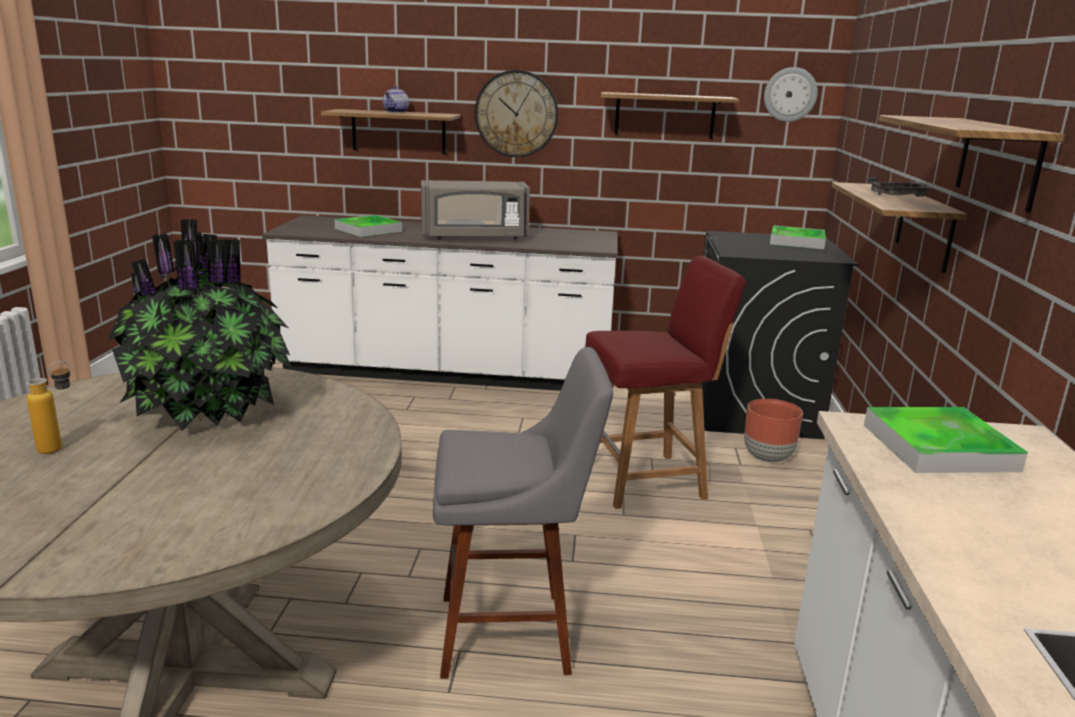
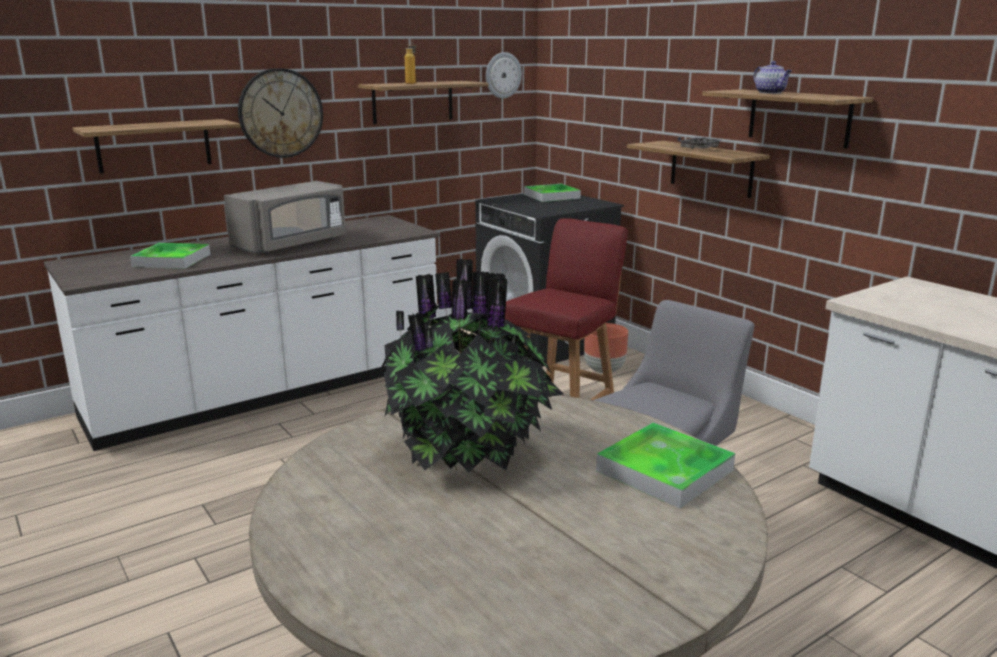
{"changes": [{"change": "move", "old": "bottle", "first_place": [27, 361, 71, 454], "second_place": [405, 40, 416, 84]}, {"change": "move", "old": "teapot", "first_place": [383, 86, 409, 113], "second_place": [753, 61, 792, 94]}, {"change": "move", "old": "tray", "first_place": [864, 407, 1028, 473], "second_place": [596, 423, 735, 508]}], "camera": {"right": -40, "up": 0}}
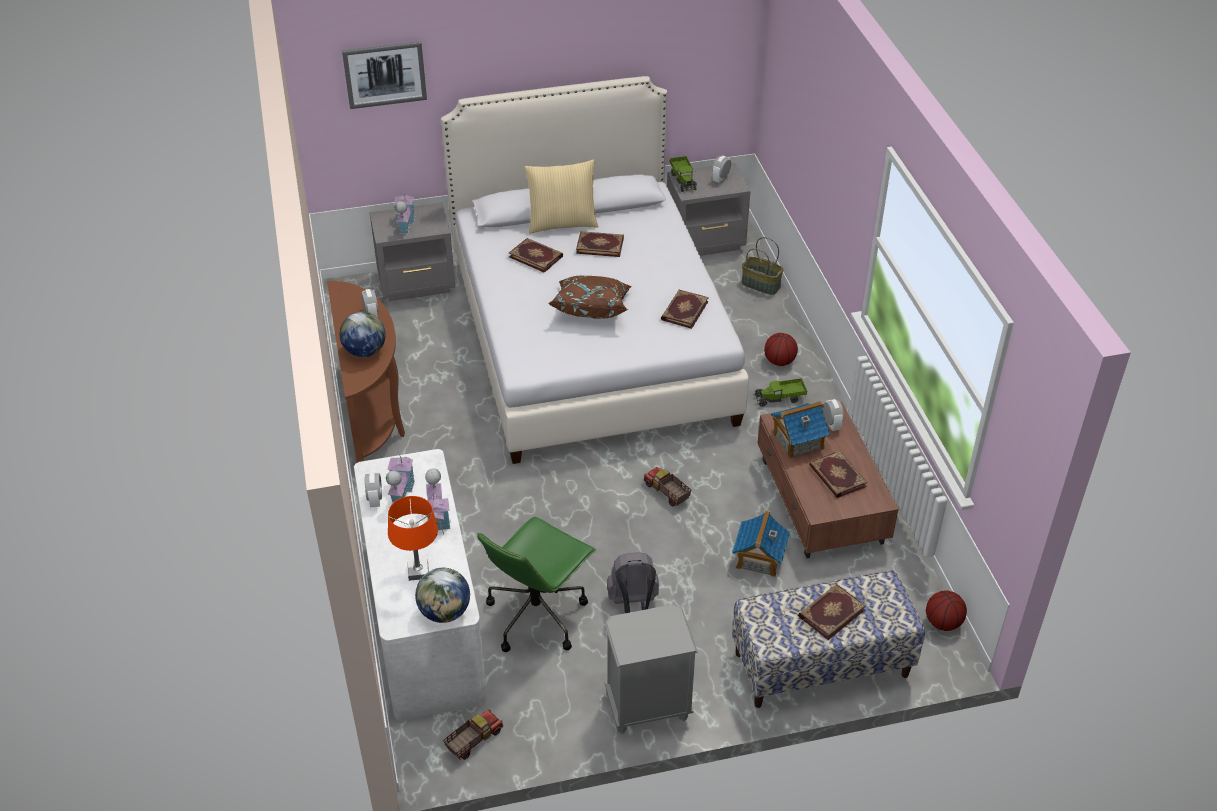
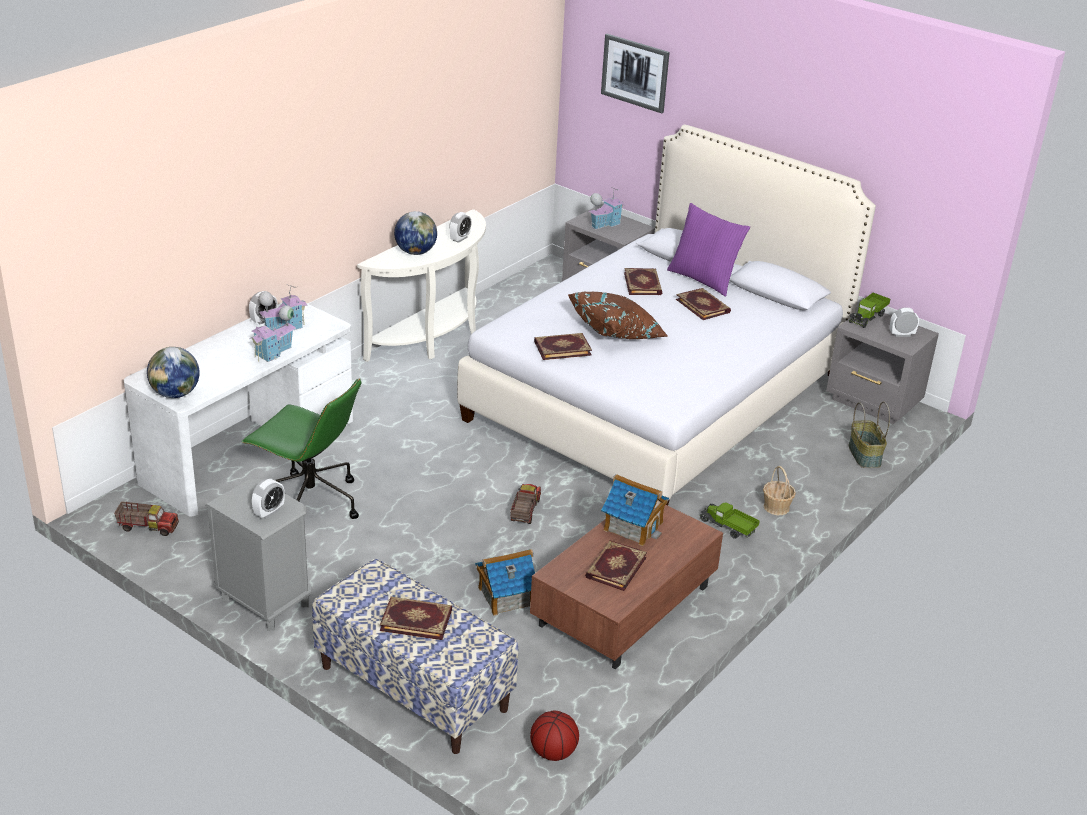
{"changes": [{"change": "delete", "old": "orange table lamp", "first_place": [388, 496, 438, 581]}, {"change": "delete", "old": "grey backpack", "first_place": [607, 552, 659, 613]}, {"change": "move", "old": "book", "first_place": [661, 290, 709, 329], "second_place": [534, 333, 592, 360]}, {"change": "move", "old": "alarm clock", "first_place": [823, 399, 844, 431], "second_place": [252, 479, 285, 519]}, {"change": "replace", "old": "basketball", "new": "basket", "first_place": [764, 333, 798, 366], "second_place": [763, 466, 796, 515]}, {"change": "recolor", "old": "brown console table", "new": "white console table", "first_place": [327, 281, 405, 463], "second_place": [357, 209, 486, 362]}, {"change": "recolor", "old": "beige pillow", "new": "purple pillow", "first_place": [525, 159, 599, 233], "second_place": [667, 203, 750, 296]}, {"change": "rotate", "old": "green office chair", "first_place": [477, 516, 596, 652], "second_place": [241, 378, 361, 519], "degrees": -150}], "camera": {"right": 50, "up": -10}}
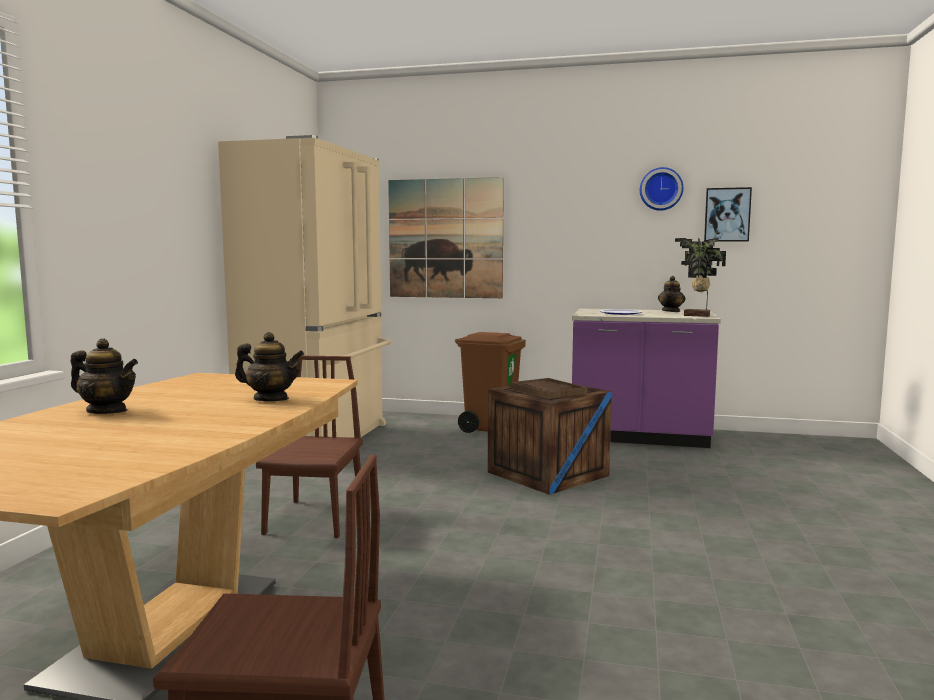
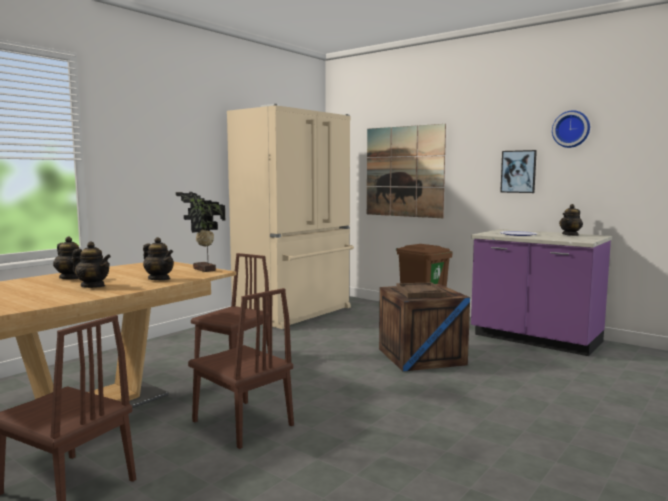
{"changes": [{"change": "insert", "new": "teapot", "second_place": [72, 242, 111, 288]}, {"change": "insert", "new": "brown chair", "second_place": [188, 288, 294, 449]}, {"change": "move", "old": "potted plant", "first_place": [675, 238, 726, 317], "second_place": [176, 192, 225, 272]}, {"change": "move", "old": "picture", "first_place": [704, 187, 752, 242], "second_place": [500, 150, 537, 193]}], "camera": {"right": 25, "up": 0}}
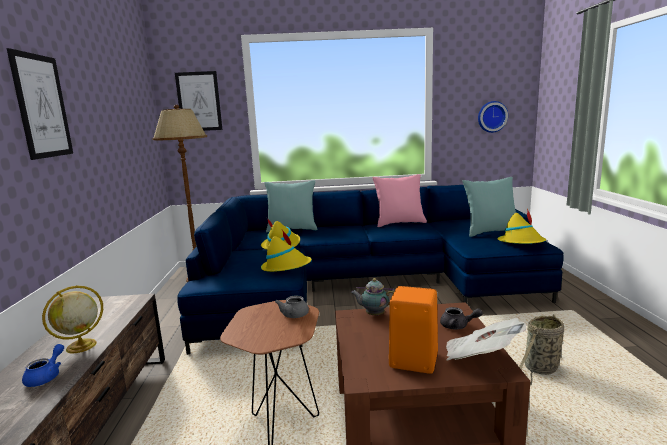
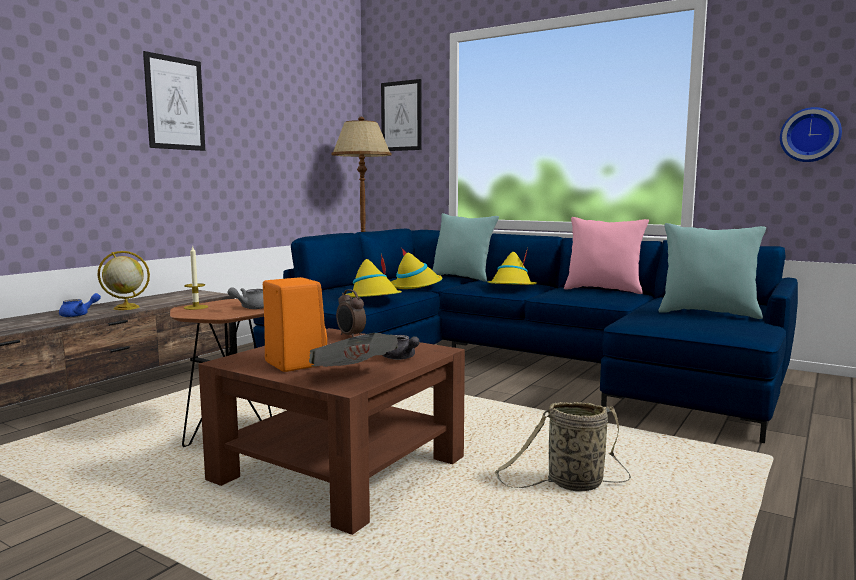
{"changes": [{"change": "insert", "new": "candle", "second_place": [184, 245, 208, 310]}, {"change": "move", "old": "yellow hat", "first_place": [497, 208, 546, 244], "second_place": [488, 248, 537, 285]}, {"change": "replace", "old": "teapot", "new": "alarm clock", "first_place": [351, 278, 394, 315], "second_place": [336, 289, 366, 337]}], "camera": {"right": 35, "up": -5}}
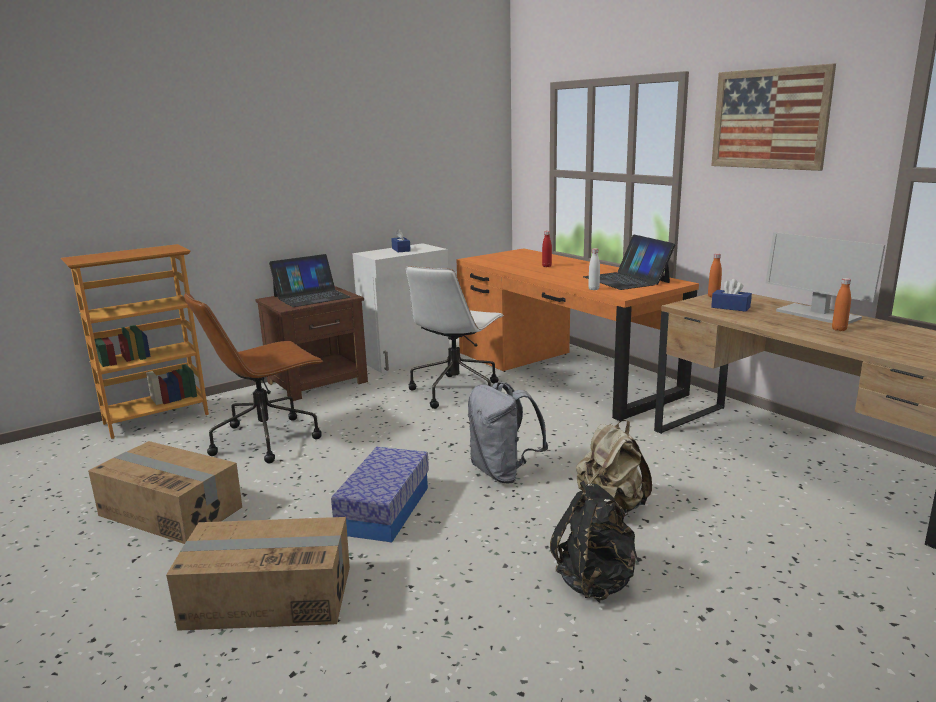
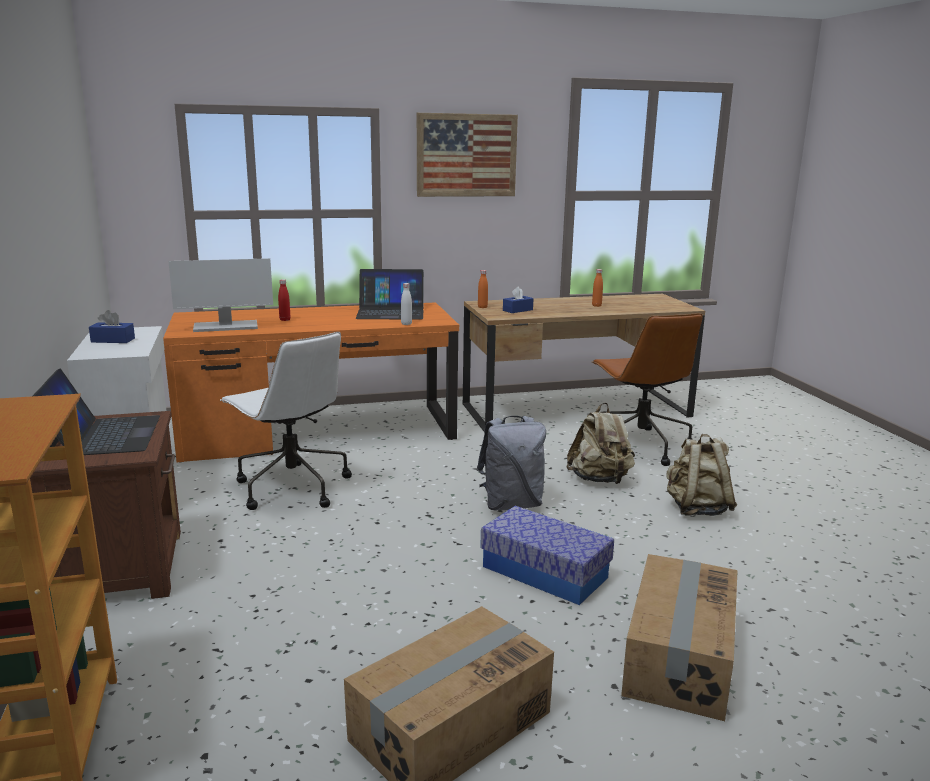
{"changes": [{"change": "move", "old": "brown office chair", "first_place": [184, 292, 323, 463], "second_place": [592, 313, 703, 466]}, {"change": "move", "old": "monitor", "first_place": [766, 232, 885, 324], "second_place": [168, 258, 273, 332]}, {"change": "recolor", "old": "black backpack", "new": "beige backpack", "first_place": [550, 481, 637, 600], "second_place": [666, 434, 737, 516]}], "camera": {"right": -70, "up": 0}}
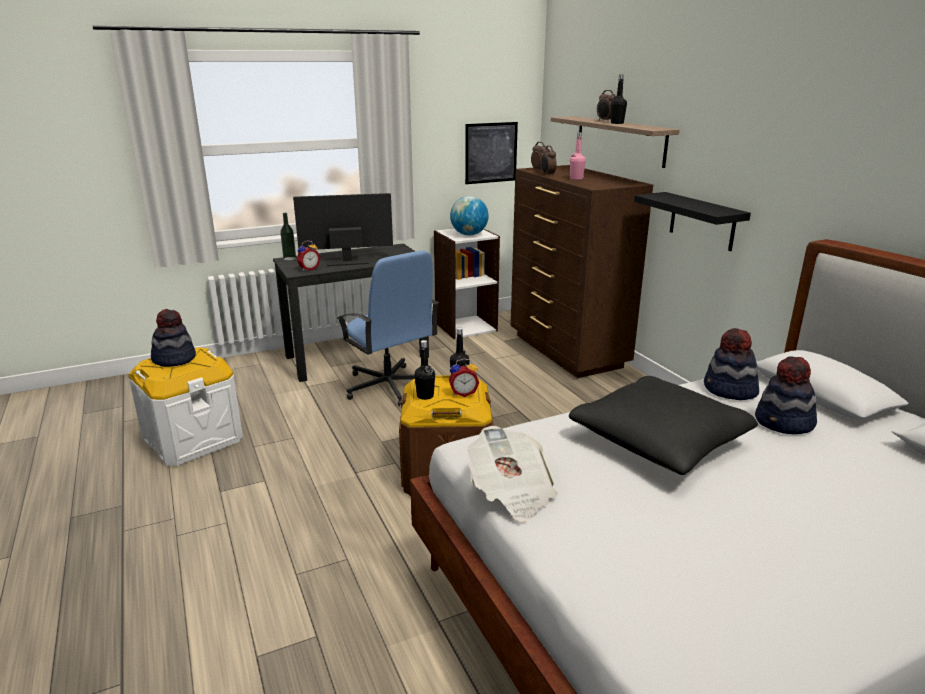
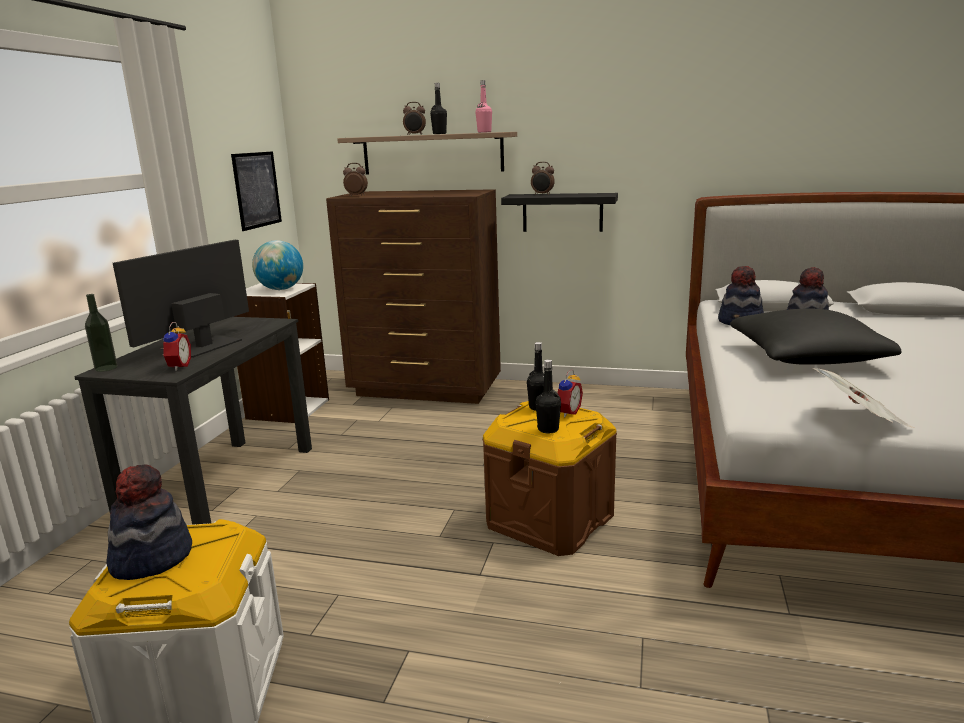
{"changes": [{"change": "delete", "old": "blue office chair", "first_place": [337, 250, 439, 406]}, {"change": "move", "old": "alarm clock", "first_place": [541, 145, 557, 175], "second_place": [531, 162, 555, 195]}, {"change": "move", "old": "pink bottle", "first_place": [570, 132, 586, 180], "second_place": [475, 80, 492, 133]}], "camera": {"right": -50, "up": -5}}
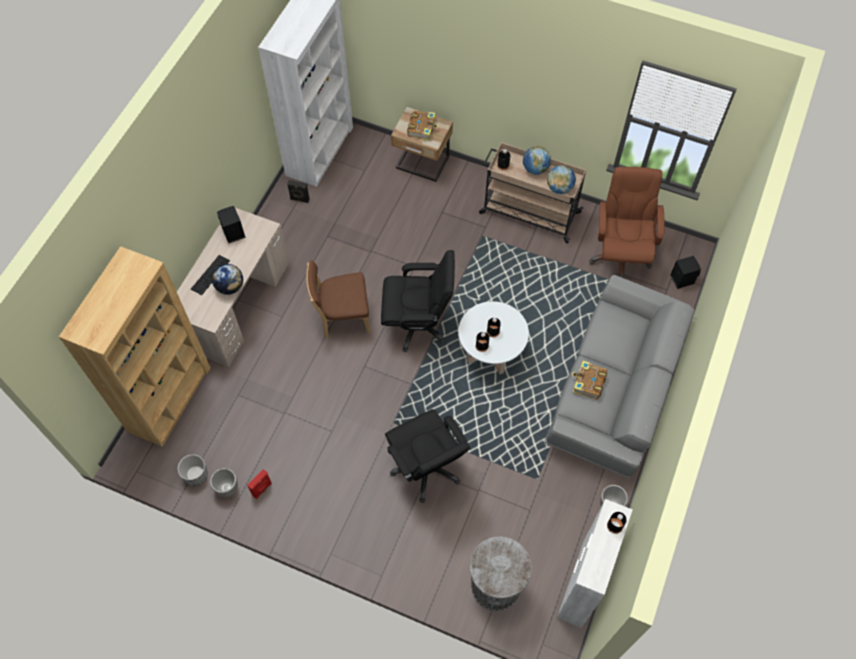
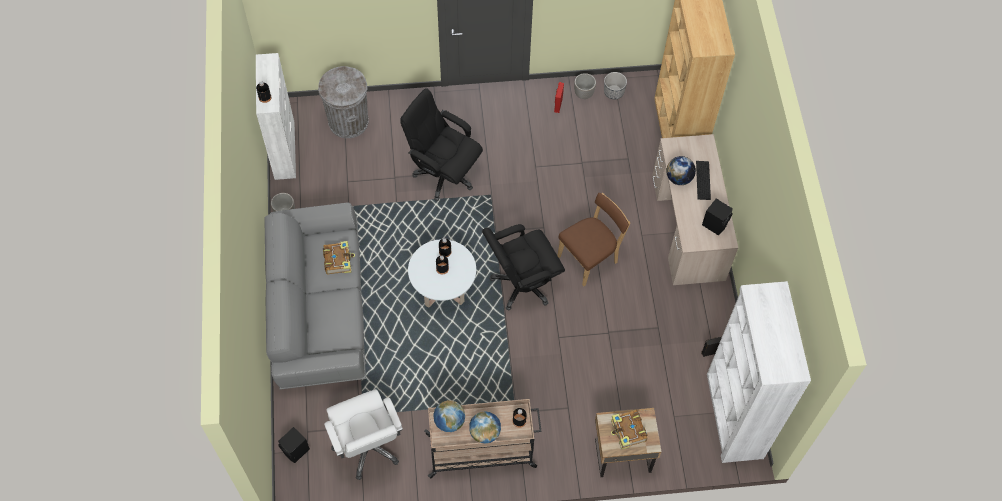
{"changes": [{"change": "recolor", "old": "brown office chair", "new": "white office chair", "first_place": [589, 167, 665, 278], "second_place": [324, 389, 403, 480]}], "camera": {"right": 150, "up": 0}}
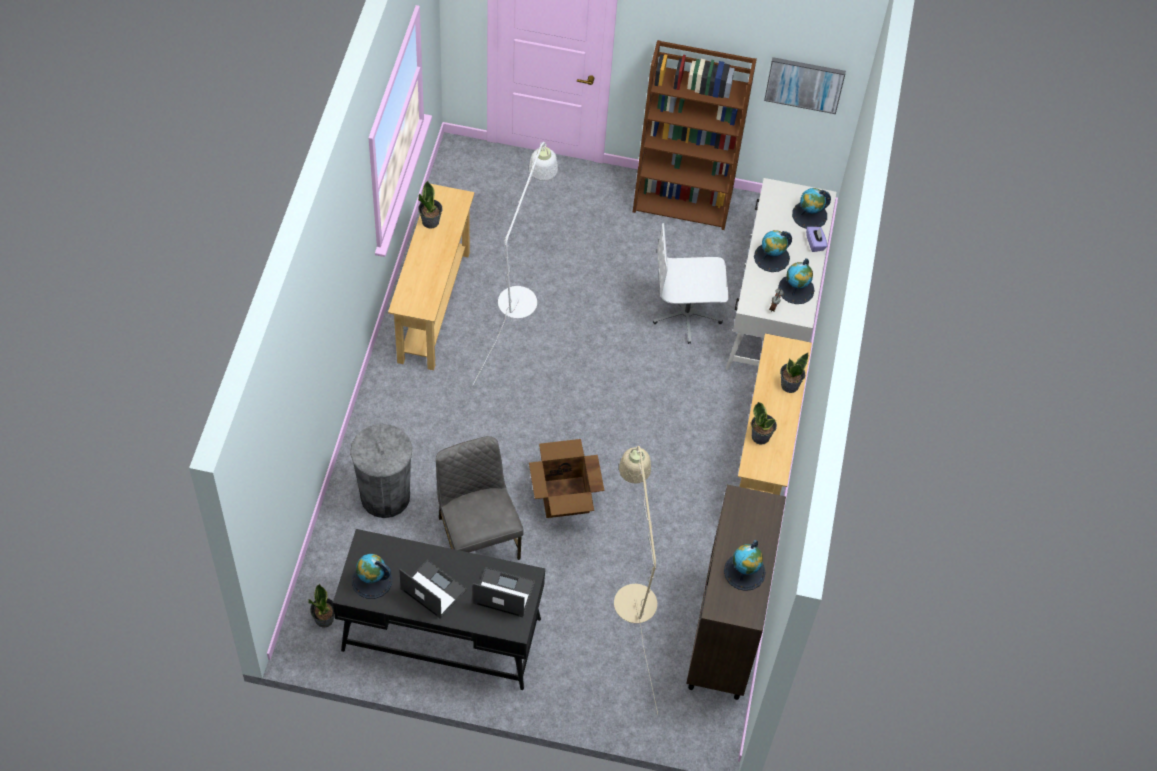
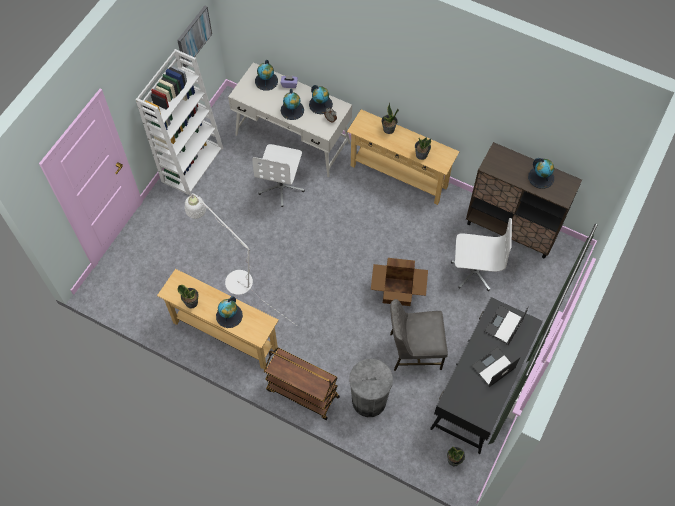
{"changes": [{"change": "insert", "new": "brown cart", "second_place": [264, 348, 340, 420]}, {"change": "move", "old": "globe", "first_place": [352, 554, 392, 599], "second_place": [216, 296, 243, 328]}, {"change": "replace", "old": "beige floor lamp", "new": "white office chair", "first_place": [614, 446, 658, 714], "second_place": [451, 218, 512, 291]}, {"change": "recolor", "old": "brown bookcase", "new": "white bookcase", "first_place": [633, 40, 757, 230], "second_place": [135, 49, 223, 195]}], "camera": {"right": -70, "up": 5}}
